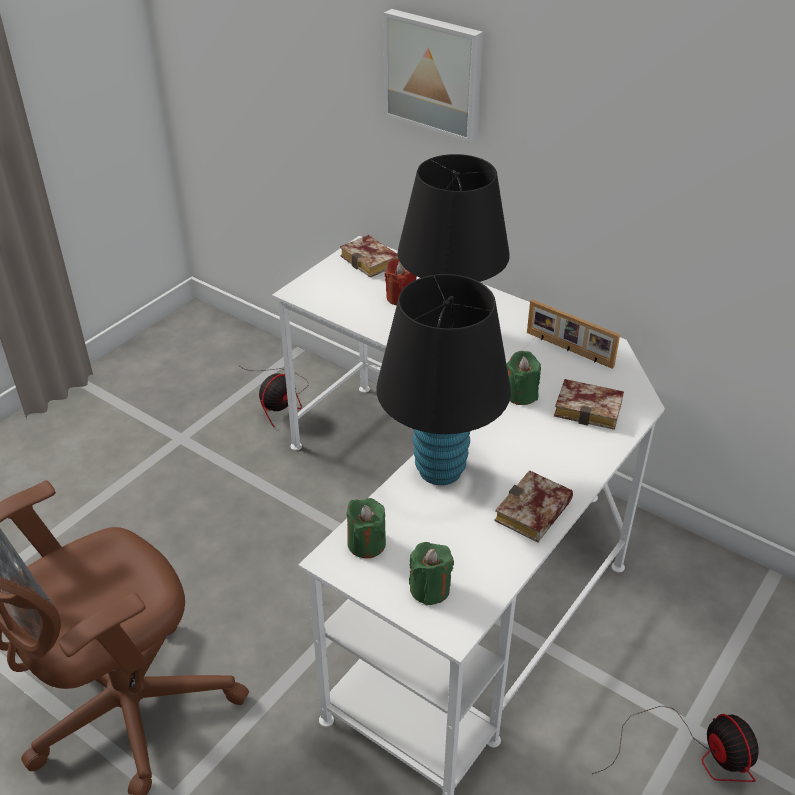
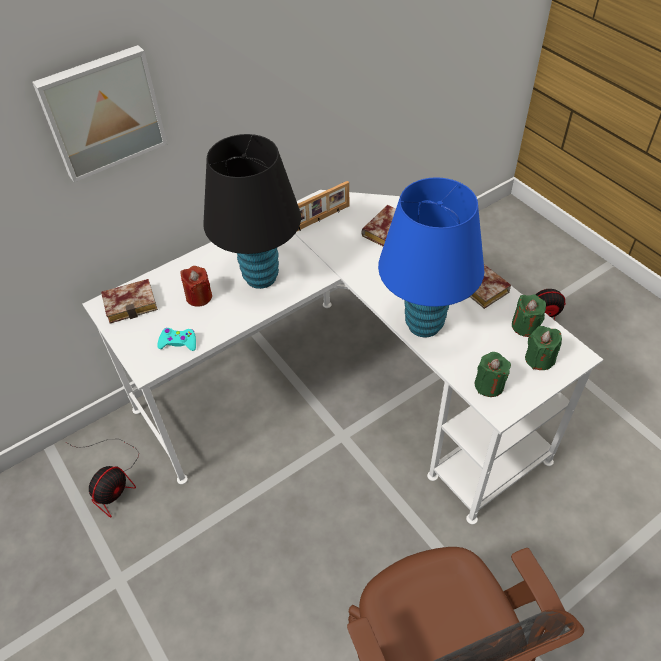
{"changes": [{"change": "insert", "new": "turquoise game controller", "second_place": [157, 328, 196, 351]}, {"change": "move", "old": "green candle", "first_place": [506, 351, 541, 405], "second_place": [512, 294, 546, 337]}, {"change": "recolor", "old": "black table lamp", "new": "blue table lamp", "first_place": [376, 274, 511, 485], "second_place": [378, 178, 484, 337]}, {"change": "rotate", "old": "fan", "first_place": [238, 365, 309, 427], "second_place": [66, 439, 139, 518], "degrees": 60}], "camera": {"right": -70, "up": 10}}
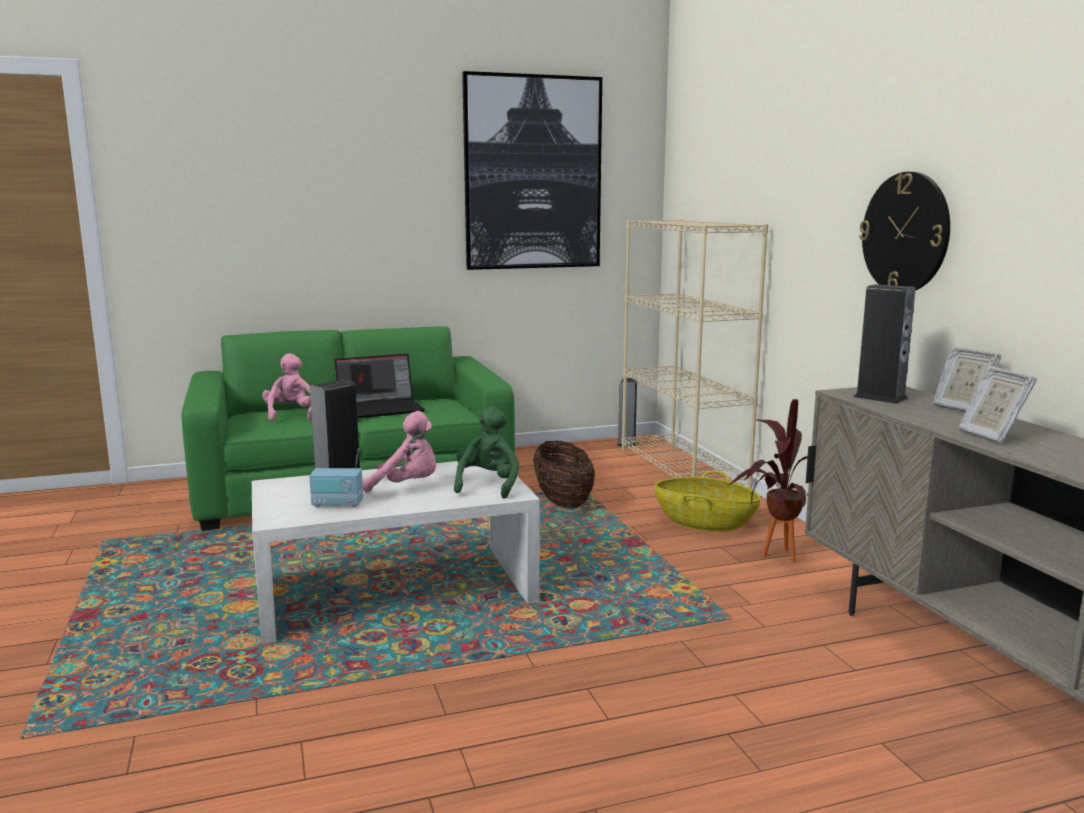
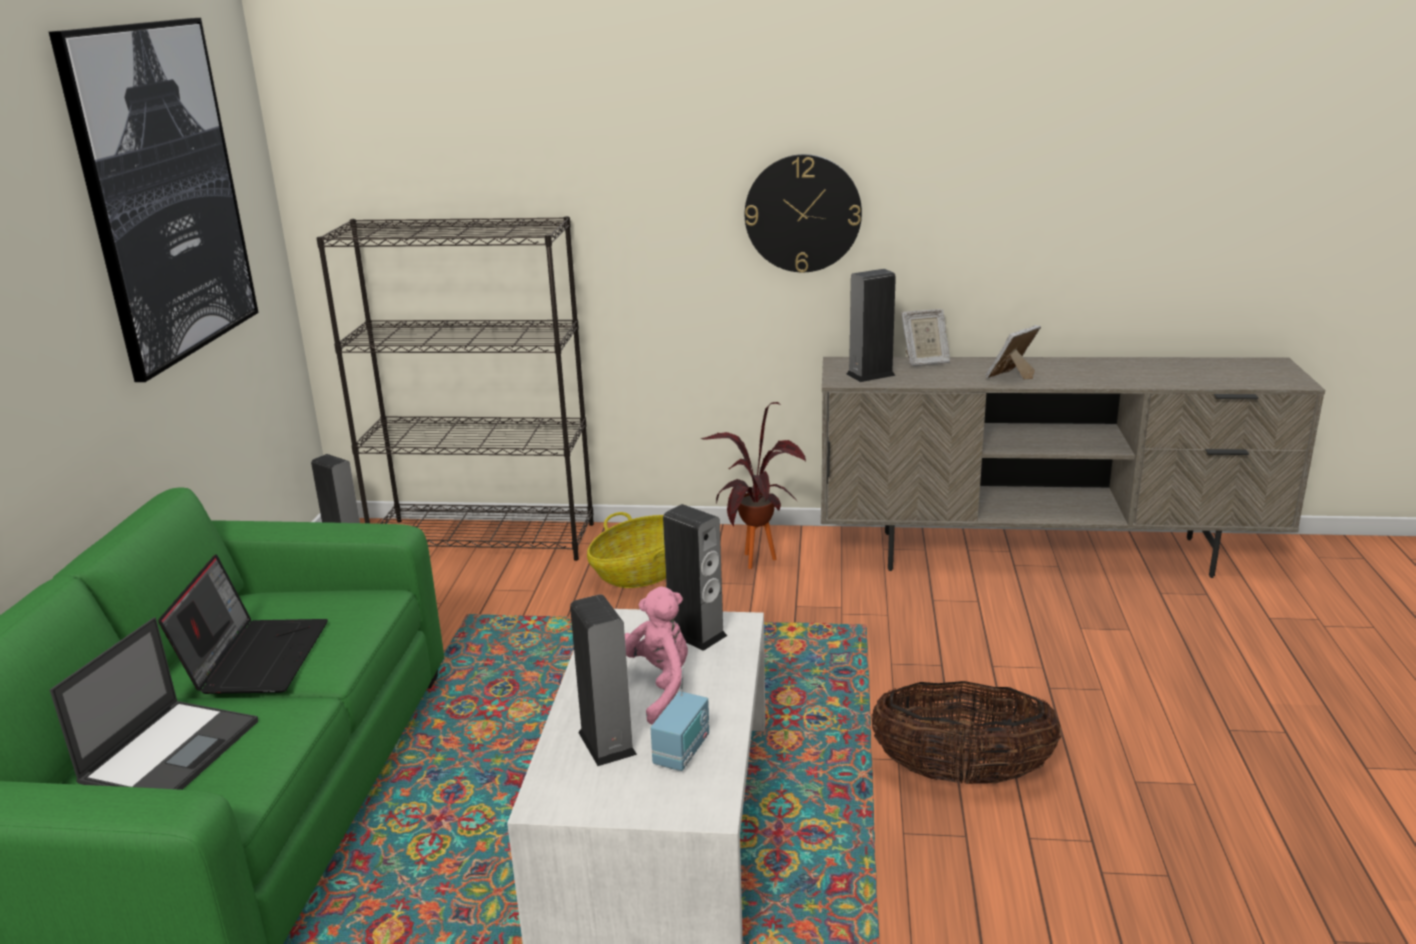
{"changes": [{"change": "move", "old": "basket", "first_place": [533, 441, 595, 509], "second_place": [871, 681, 1062, 784]}, {"change": "replace", "old": "pink plush toy", "new": "laptop", "first_place": [262, 353, 312, 421], "second_place": [50, 617, 258, 790]}, {"change": "replace", "old": "green plush toy", "new": "speaker", "first_place": [454, 406, 519, 499], "second_place": [663, 504, 727, 651]}, {"change": "recolor", "old": "beige bookcase", "new": "black bookcase", "first_place": [622, 219, 768, 489], "second_place": [317, 216, 594, 561]}, {"change": "rotate", "old": "picture frame", "first_place": [958, 366, 1038, 443], "second_place": [985, 325, 1041, 380], "degrees": 135}], "camera": {"right": -65, "up": 10}}
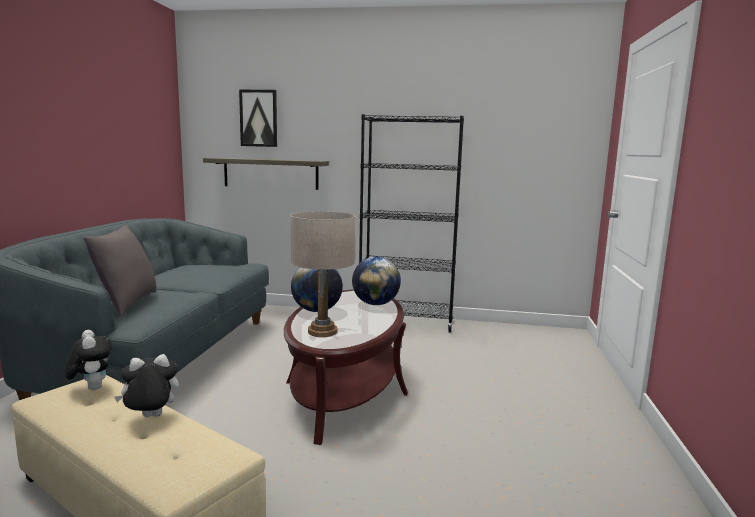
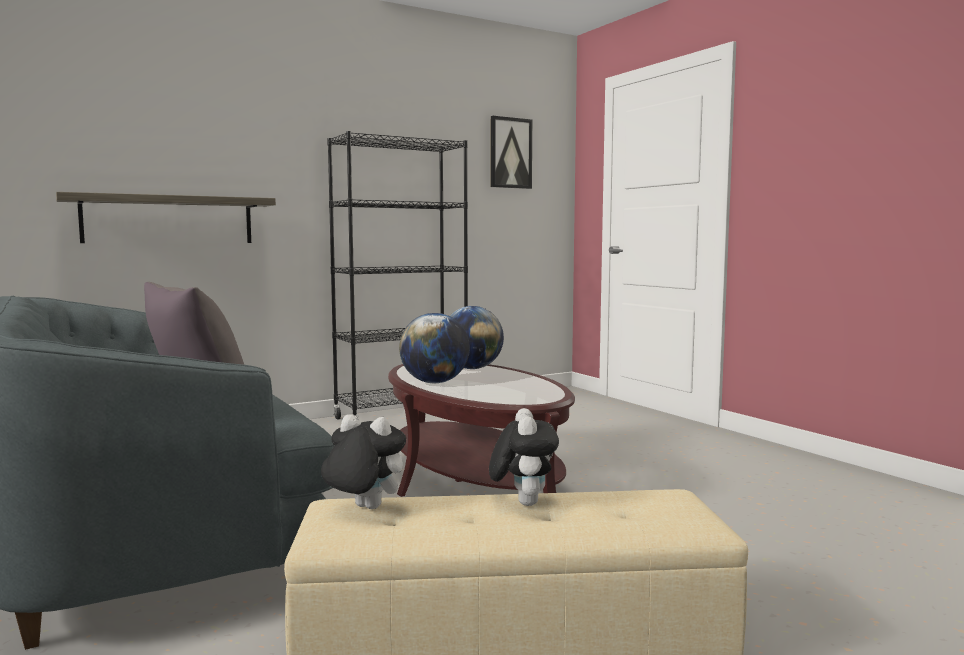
{"changes": [{"change": "delete", "old": "beige table lamp", "first_place": [290, 211, 355, 337]}, {"change": "move", "old": "picture", "first_place": [239, 90, 277, 147], "second_place": [491, 116, 532, 189]}, {"change": "rotate", "old": "plush toy", "first_place": [114, 354, 179, 417], "second_place": [489, 408, 559, 506], "degrees": 150}], "camera": {"right": -40, "up": -5}}
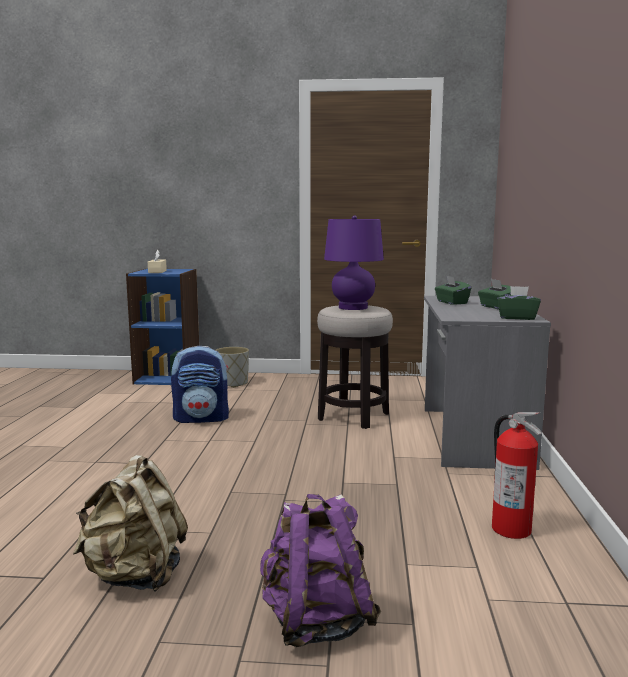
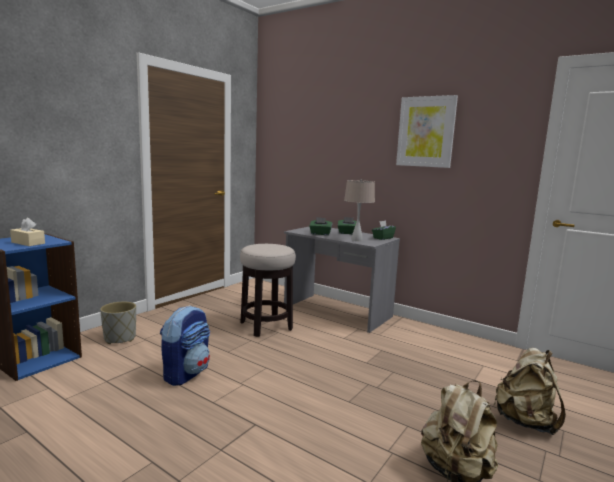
{"changes": [{"change": "delete", "old": "purple table lamp", "first_place": [324, 215, 384, 310]}, {"change": "delete", "old": "fire extinguisher", "first_place": [492, 412, 542, 539]}, {"change": "insert", "new": "beige table lamp", "second_place": [344, 180, 375, 241]}, {"change": "insert", "new": "picture", "second_place": [396, 95, 458, 168]}, {"change": "recolor", "old": "purple backpack", "new": "beige backpack", "first_place": [260, 494, 381, 647], "second_place": [494, 348, 566, 435]}], "camera": {"right": -60, "up": 0}}
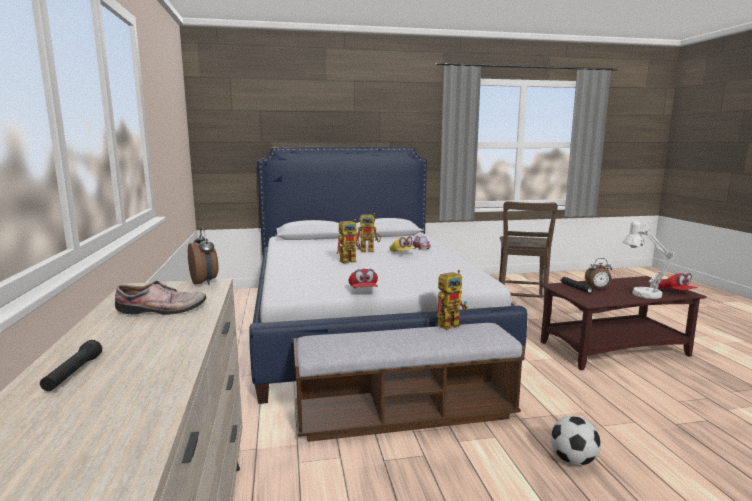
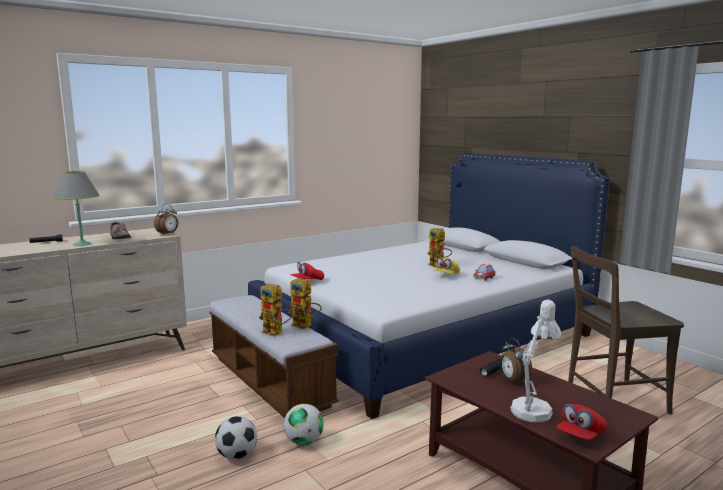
{"changes": [{"change": "insert", "new": "grey table lamp", "second_place": [54, 171, 100, 246]}, {"change": "insert", "new": "football", "second_place": [284, 404, 324, 445]}, {"change": "move", "old": "toy robot", "first_place": [337, 219, 362, 264], "second_place": [259, 284, 293, 336]}], "camera": {"right": 65, "up": 0}}
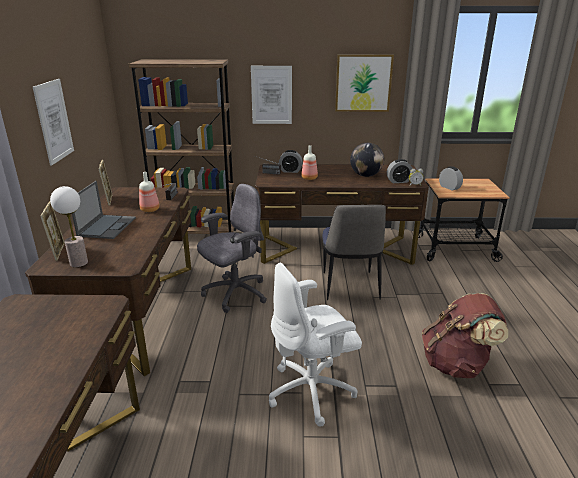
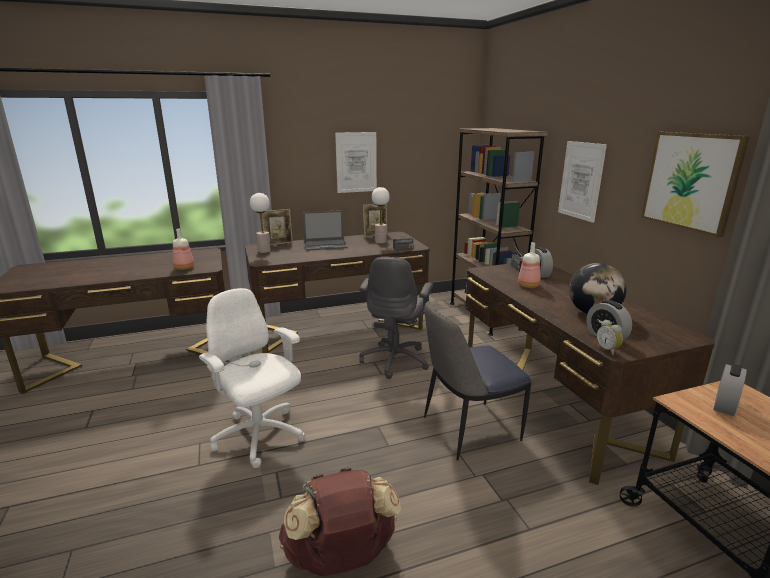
{"changes": [{"change": "insert", "new": "table lamp", "second_place": [372, 187, 390, 244]}, {"change": "move", "old": "bottle", "first_place": [139, 172, 160, 212], "second_place": [173, 229, 194, 270]}, {"change": "rotate", "old": "grey office chair", "first_place": [197, 184, 267, 313], "second_place": [359, 257, 433, 379], "degrees": 75}], "camera": {"right": 70, "up": -5}}
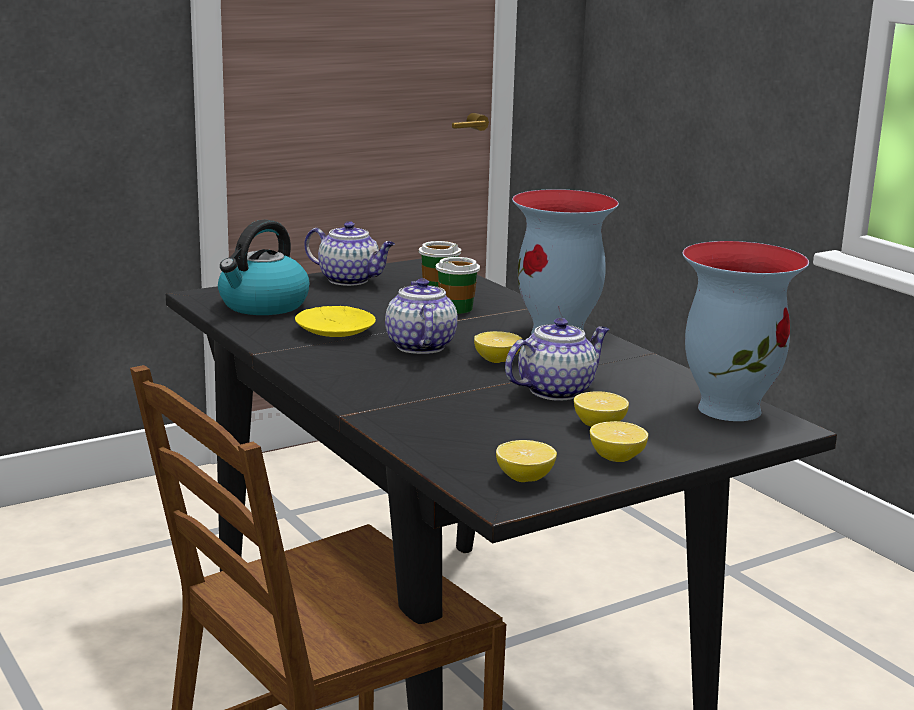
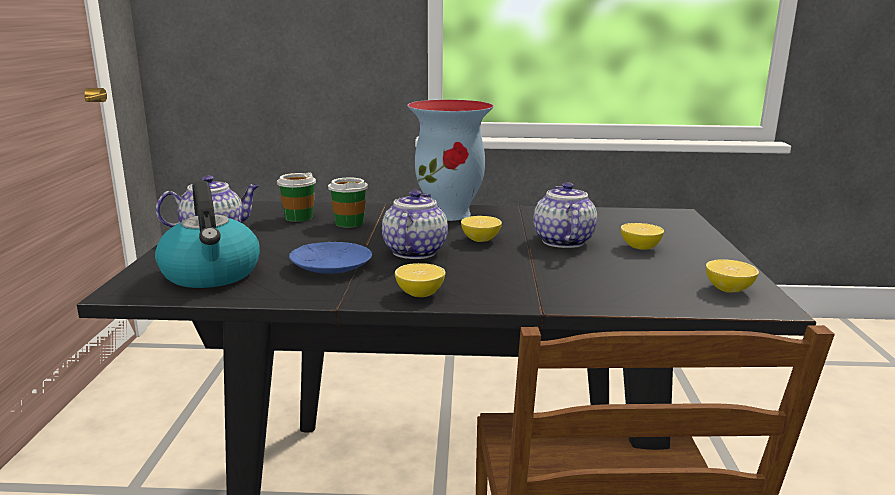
{"changes": [{"change": "delete", "old": "vase", "first_place": [682, 241, 809, 421]}, {"change": "move", "old": "lemon", "first_place": [590, 421, 648, 462], "second_place": [395, 263, 446, 297]}, {"change": "recolor", "old": "yellow plate", "new": "blue plate", "first_place": [295, 306, 376, 337], "second_place": [289, 242, 372, 274]}, {"change": "rotate", "old": "teapot", "first_place": [385, 278, 458, 354], "second_place": [382, 190, 448, 259], "degrees": 75}], "camera": {"right": -55, "up": 0}}
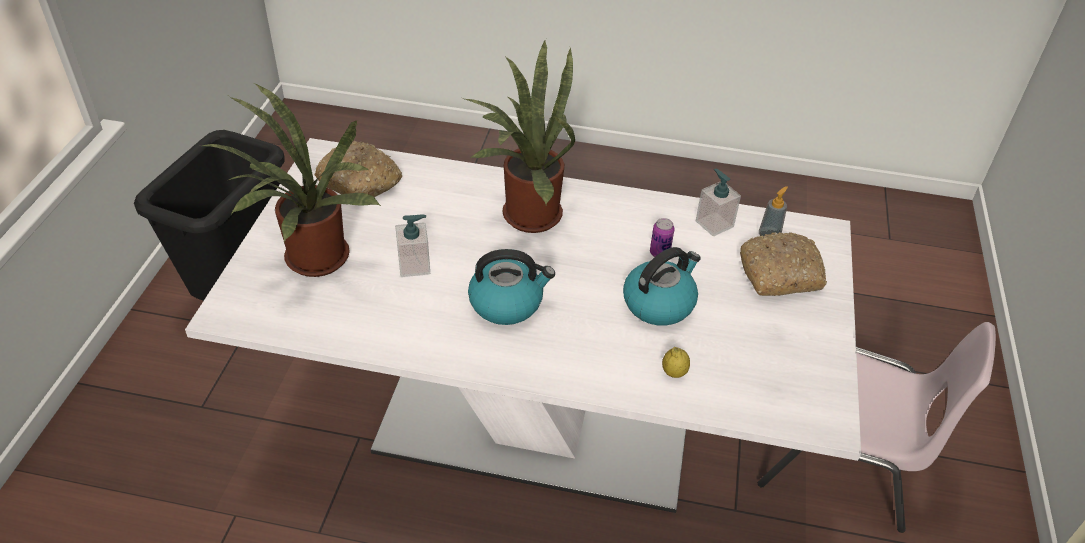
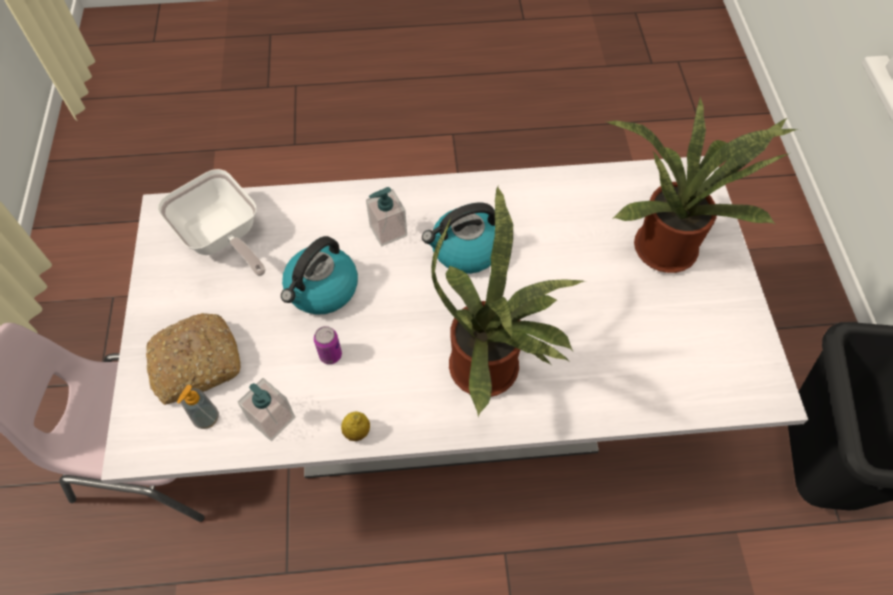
{"changes": [{"change": "delete", "old": "bread", "first_place": [314, 141, 403, 197]}, {"change": "insert", "new": "frying pan", "second_place": [157, 169, 266, 276]}, {"change": "move", "old": "soap dispenser", "first_place": [395, 215, 430, 277], "second_place": [366, 187, 407, 246]}, {"change": "move", "old": "lemon", "first_place": [662, 347, 690, 378], "second_place": [341, 411, 370, 441]}], "camera": {"right": 165, "up": 15}}
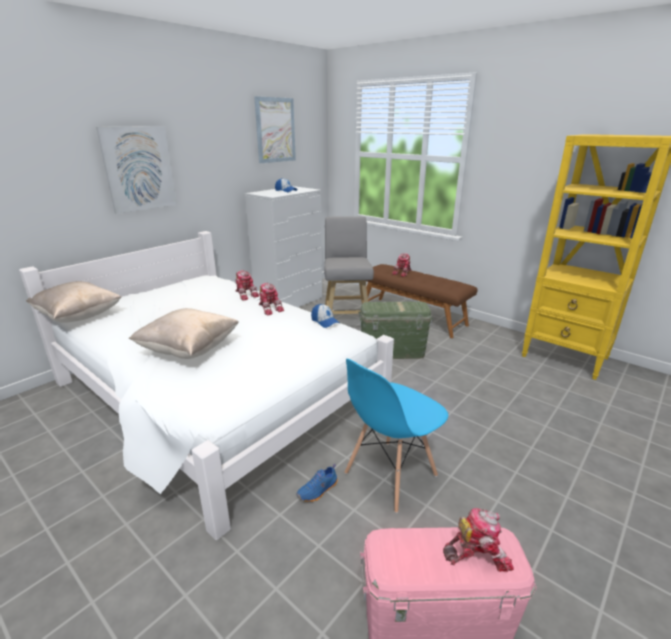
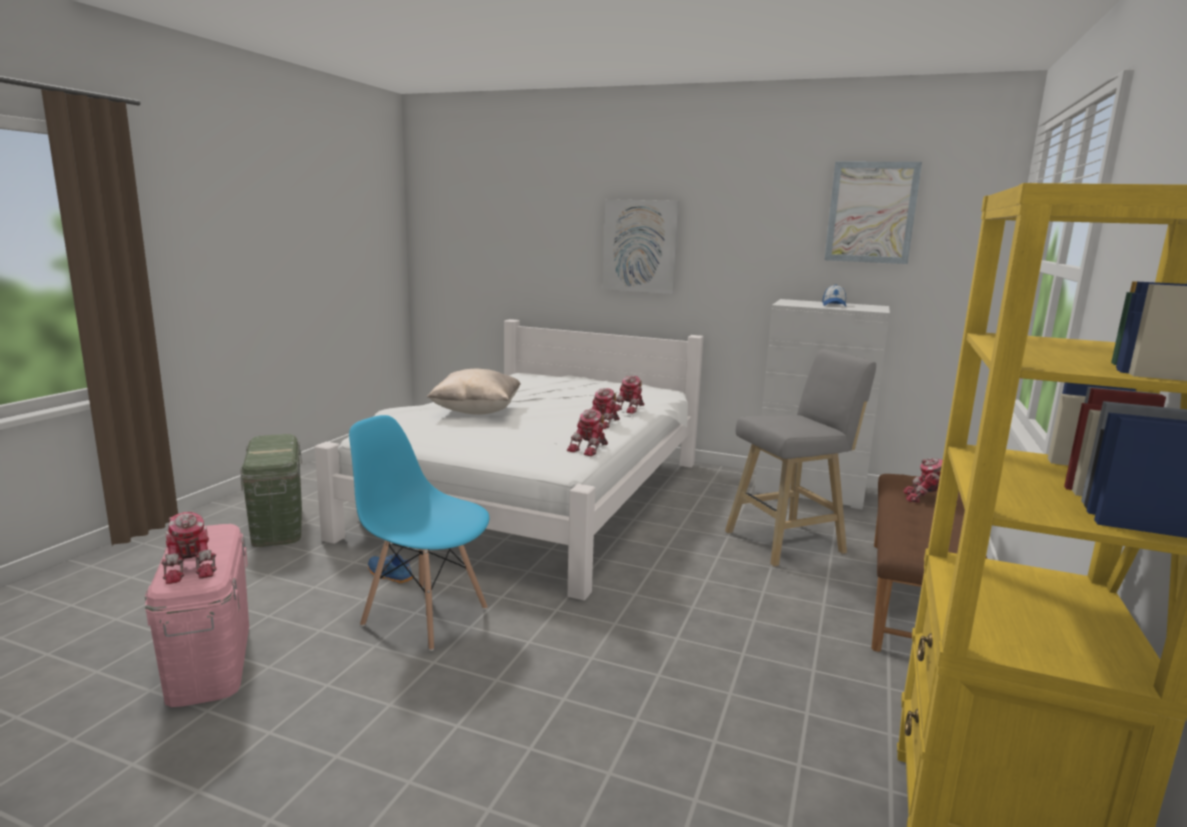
{"changes": [{"change": "delete", "old": "beige pillow", "first_place": [26, 281, 121, 323]}, {"change": "move", "old": "green storage box", "first_place": [359, 302, 433, 359], "second_place": [240, 434, 302, 547]}, {"change": "replace", "old": "cap", "new": "toy robot", "first_place": [311, 304, 339, 328], "second_place": [567, 409, 608, 456]}], "camera": {"right": 70, "up": -10}}
